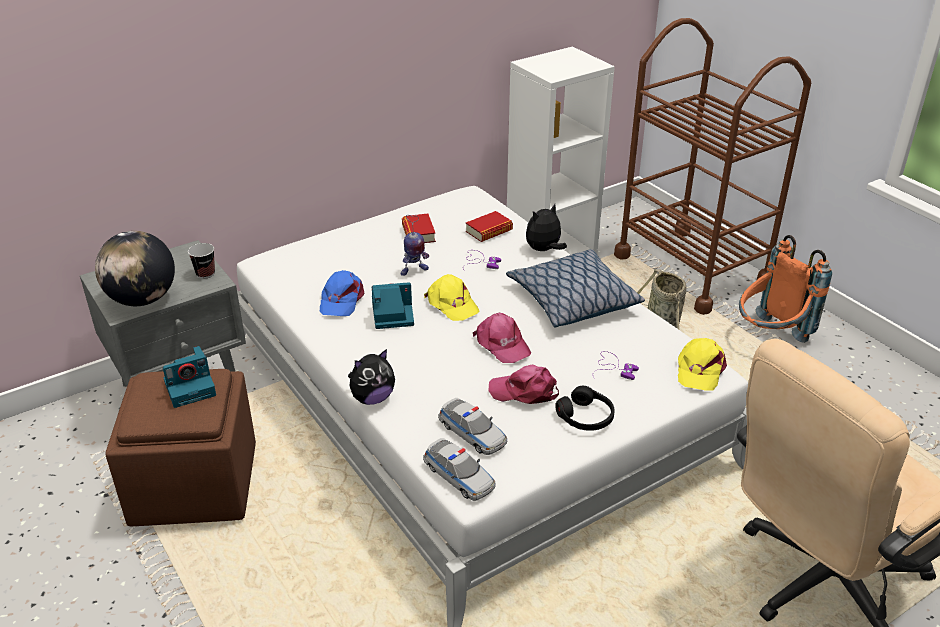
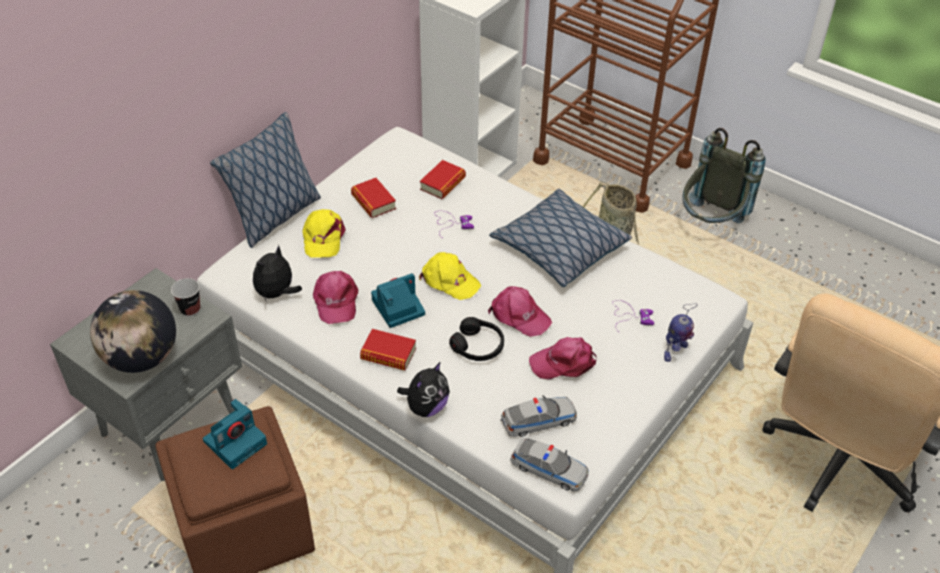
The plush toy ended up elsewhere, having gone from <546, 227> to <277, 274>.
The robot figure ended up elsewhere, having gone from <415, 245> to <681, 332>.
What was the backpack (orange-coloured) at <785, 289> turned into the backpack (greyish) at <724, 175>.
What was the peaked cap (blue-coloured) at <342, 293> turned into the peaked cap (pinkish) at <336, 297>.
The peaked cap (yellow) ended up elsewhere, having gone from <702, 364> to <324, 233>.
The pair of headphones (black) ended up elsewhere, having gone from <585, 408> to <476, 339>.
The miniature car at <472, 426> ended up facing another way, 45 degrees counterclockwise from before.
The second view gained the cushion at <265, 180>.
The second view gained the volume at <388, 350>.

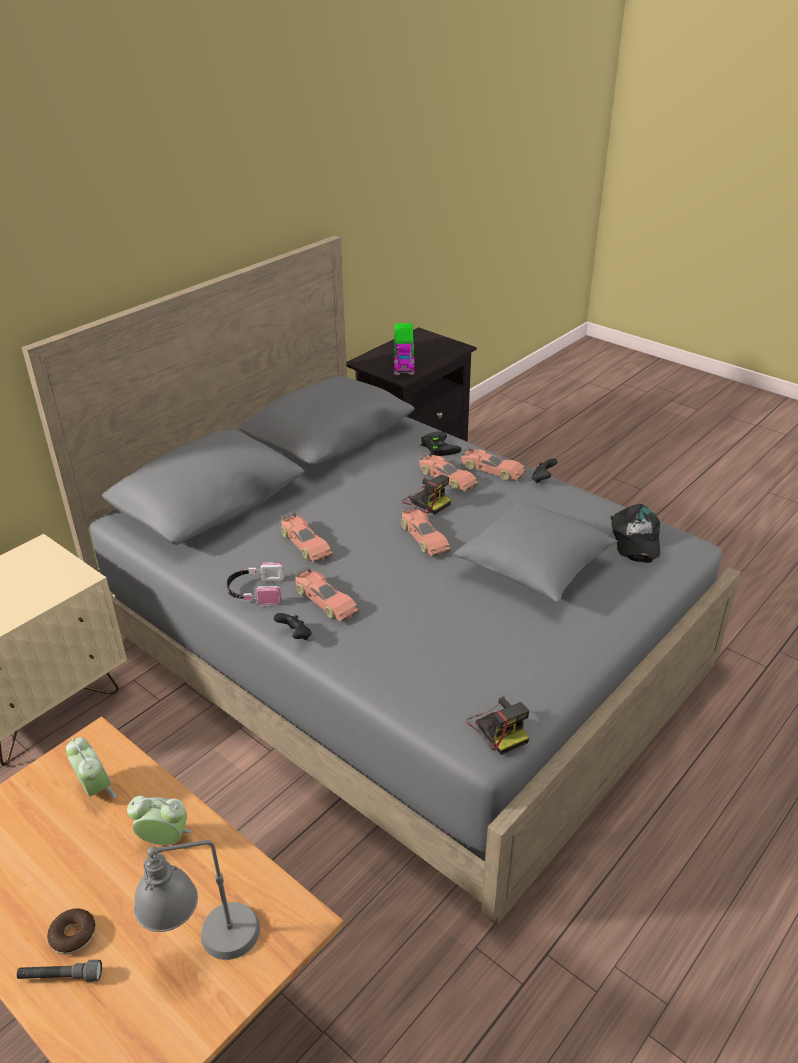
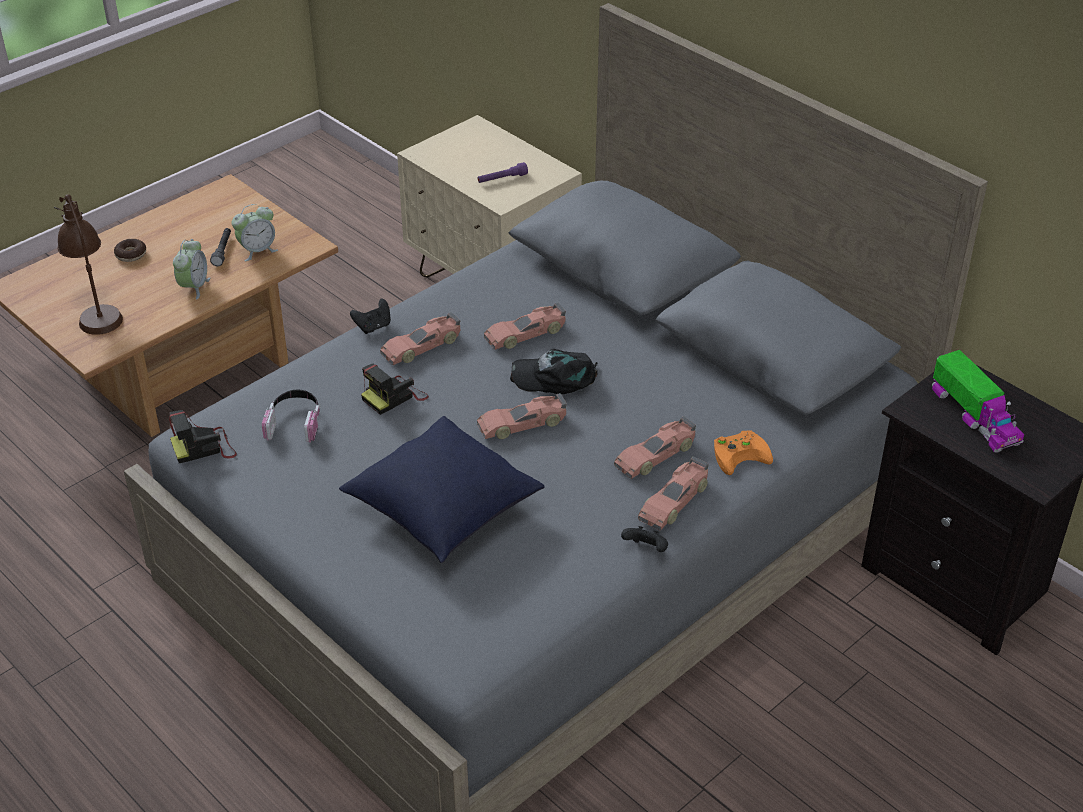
The model truck at <404, 349> ended up facing another way, 120 degrees counterclockwise from before.
What was the joypad (black) at <441, 443> turned into the joypad (orange-coloured) at <743, 452>.
The still camera ended up elsewhere, having gone from <426, 494> to <395, 389>.
What was the cushion (greyish) at <535, 551> turned into the cushion (blue-coloured) at <442, 489>.
The peaked cap (black) ended up elsewhere, having gone from <635, 533> to <554, 371>.
The pair of headphones ended up elsewhere, having gone from <256, 584> to <291, 416>.
What was the table lamp (greyish) at <197, 900> turned into the table lamp (brownish) at <88, 264>.
The hand torch (greyish) ended up elsewhere, having gone from <59, 971> to <220, 247>.
The second view gained the hand torch (purplish) at <503, 172>.

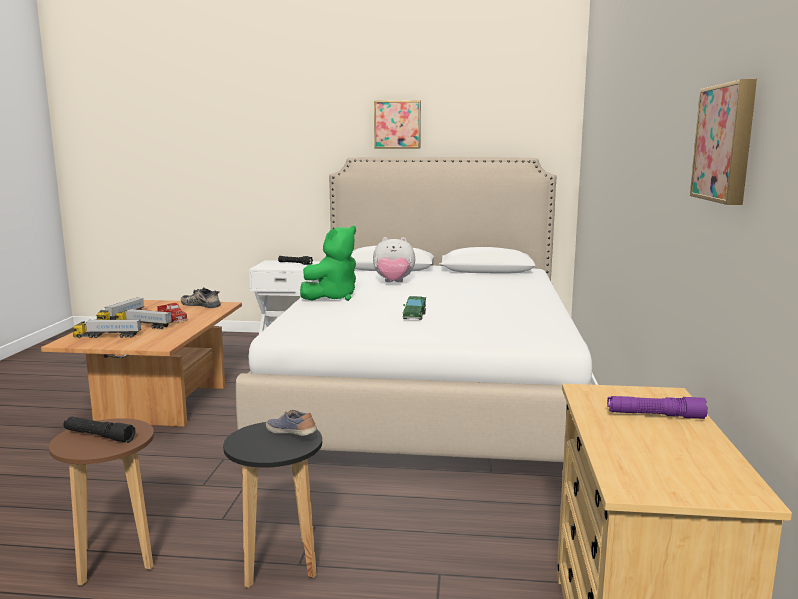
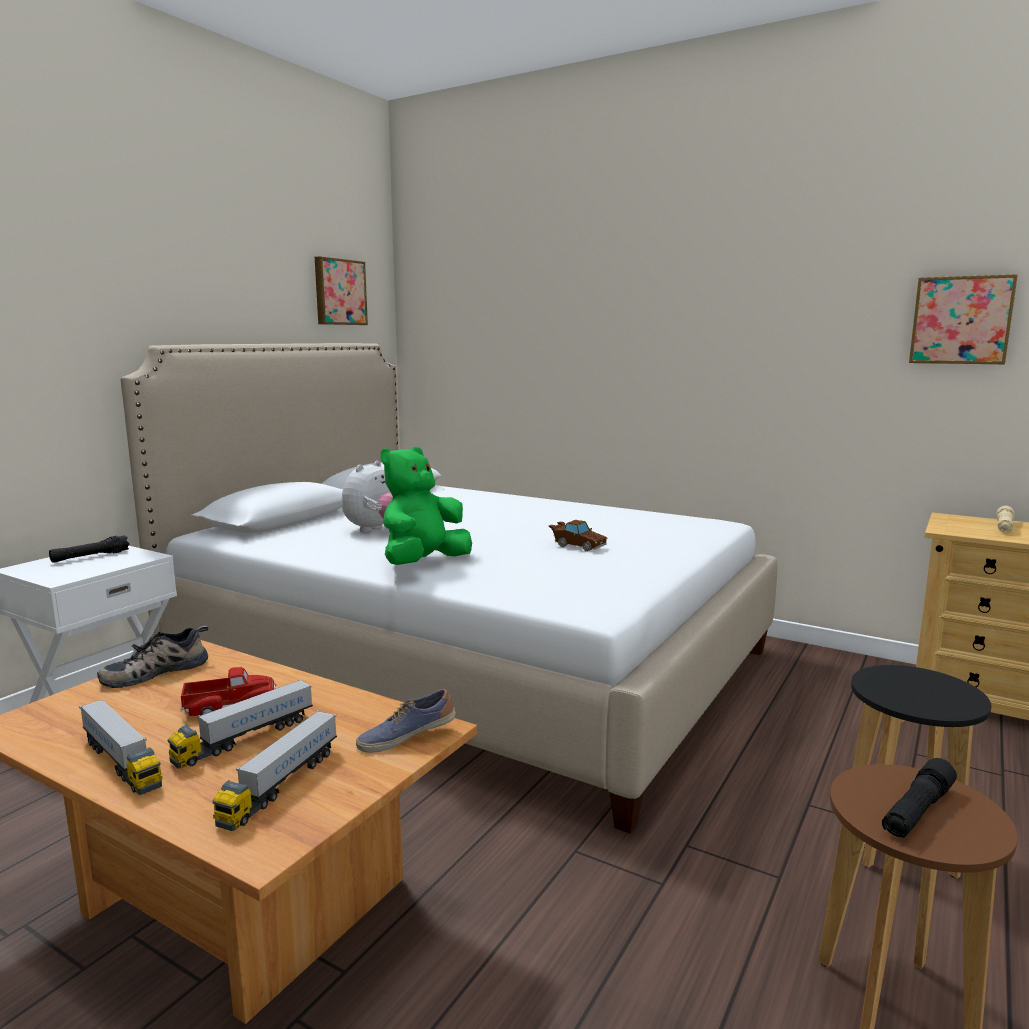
The picture ended up elsewhere, having gone from <397, 124> to <341, 290>.
The plush toy (green) at <328, 263> ended up facing another way, 120 degrees counterclockwise from before.
What was the miniature car (green) at <414, 308> turned into the miniature car (brownish) at <578, 536>.
What was the hand torch (purplish) at <657, 407> turned into the hand torch (beige) at <1005, 519>.
The item of footwear ended up elsewhere, having gone from <291, 423> to <406, 721>.

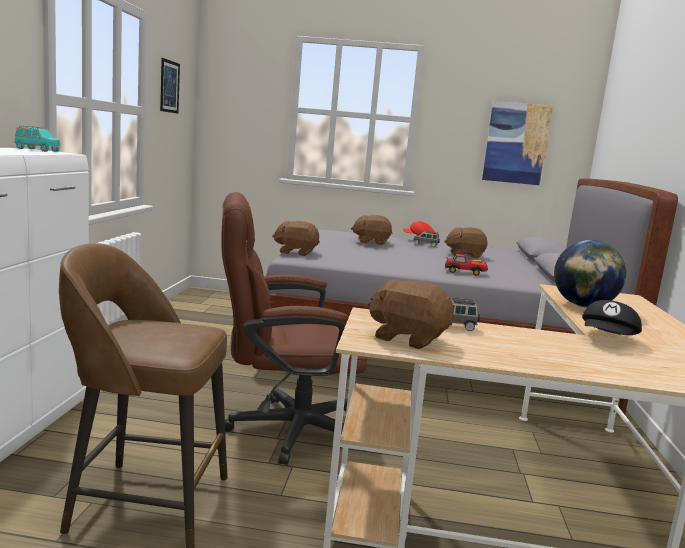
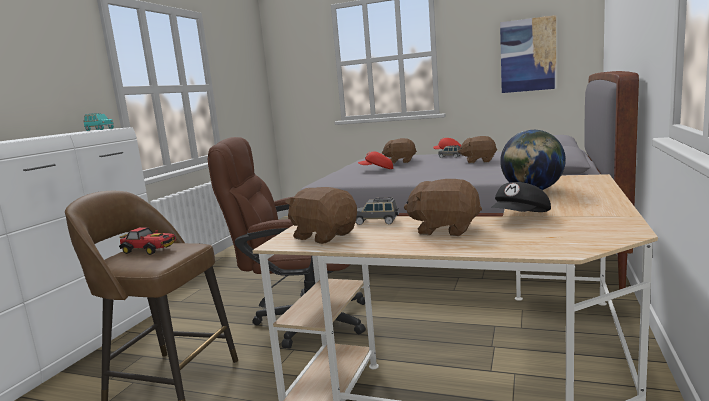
The second view lost the picture at <170, 86>.
The plush toy (brownish) ended up elsewhere, having gone from <296, 238> to <443, 207>.
The miniature car ended up elsewhere, having gone from <466, 265> to <147, 241>.
The second view gained the peaked cap (red-coloured) at <375, 160>.

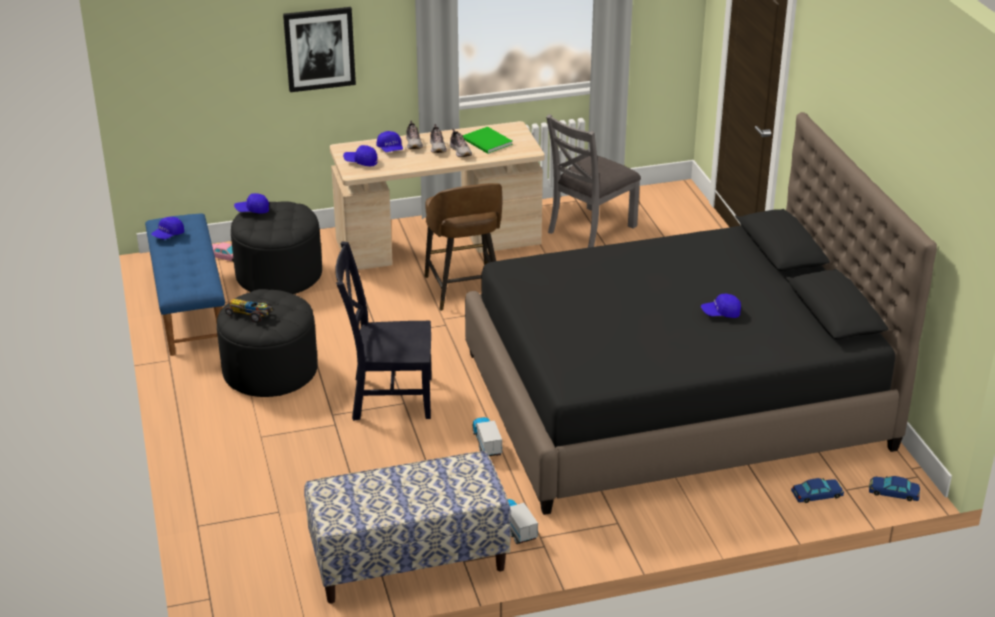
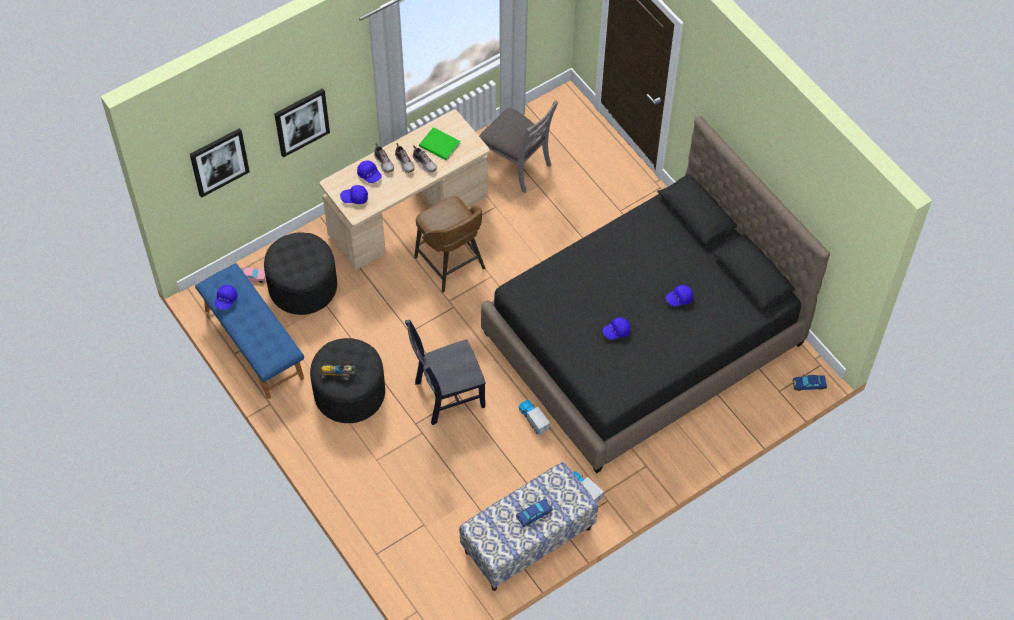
The chair (greyish) at <593, 181> ended up facing another way, 75 degrees counterclockwise from before.
The peaked cap (blue-coloured) ended up elsewhere, having gone from <251, 203> to <616, 328>.
The miniature car (blue-coloured) ended up elsewhere, having gone from <817, 490> to <534, 513>.
The second view gained the picture at <220, 163>.

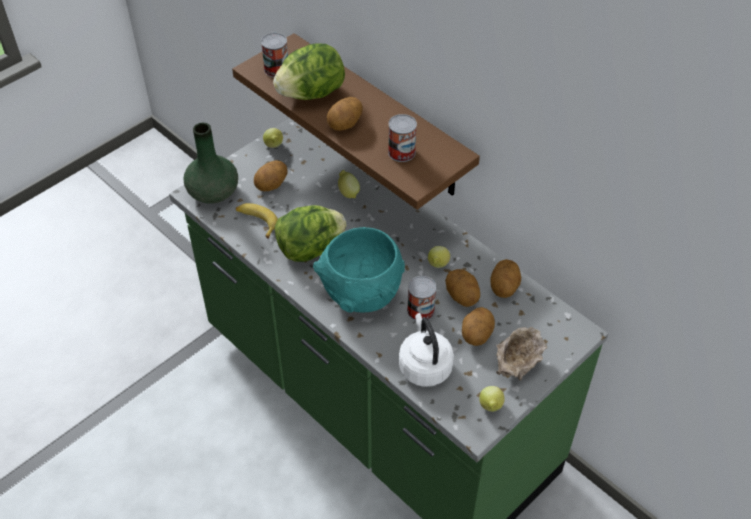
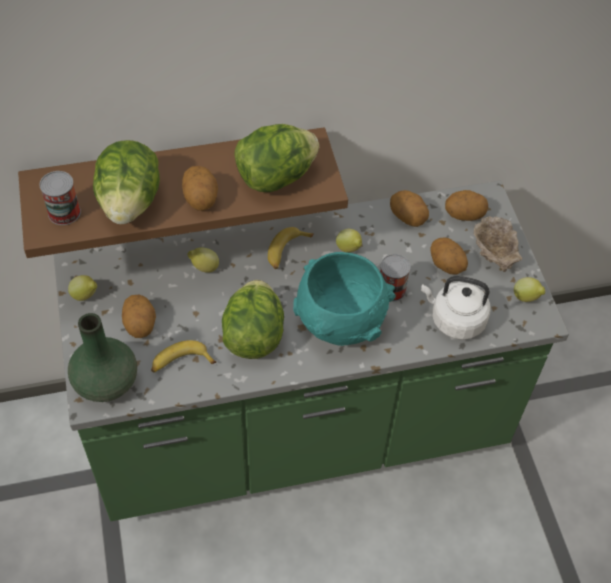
Where the metal can stood at <402, 138>, the head of lettuce came to stand at <276, 158>.
The whole potato ended up elsewhere, having gone from <462, 288> to <466, 205>.
The second view gained the banana fruit at <291, 248>.

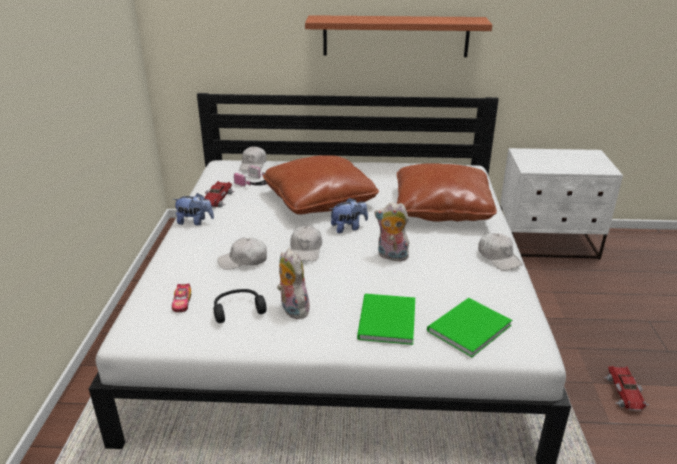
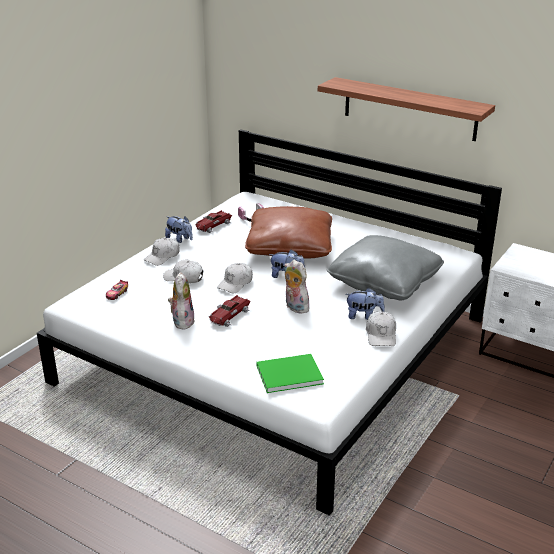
The peaked cap (white) ended up elsewhere, having gone from <253, 158> to <162, 252>.
What was the cushion (brownish) at <447, 192> turned into the cushion (greyish) at <385, 268>.
The second view lost the pair of headphones (black) at <240, 306>.
The second view lost the volume (green) at <386, 319>.
The miniature car ended up elsewhere, having gone from <626, 388> to <229, 311>.
The second view gained the plush toy at <365, 304>.

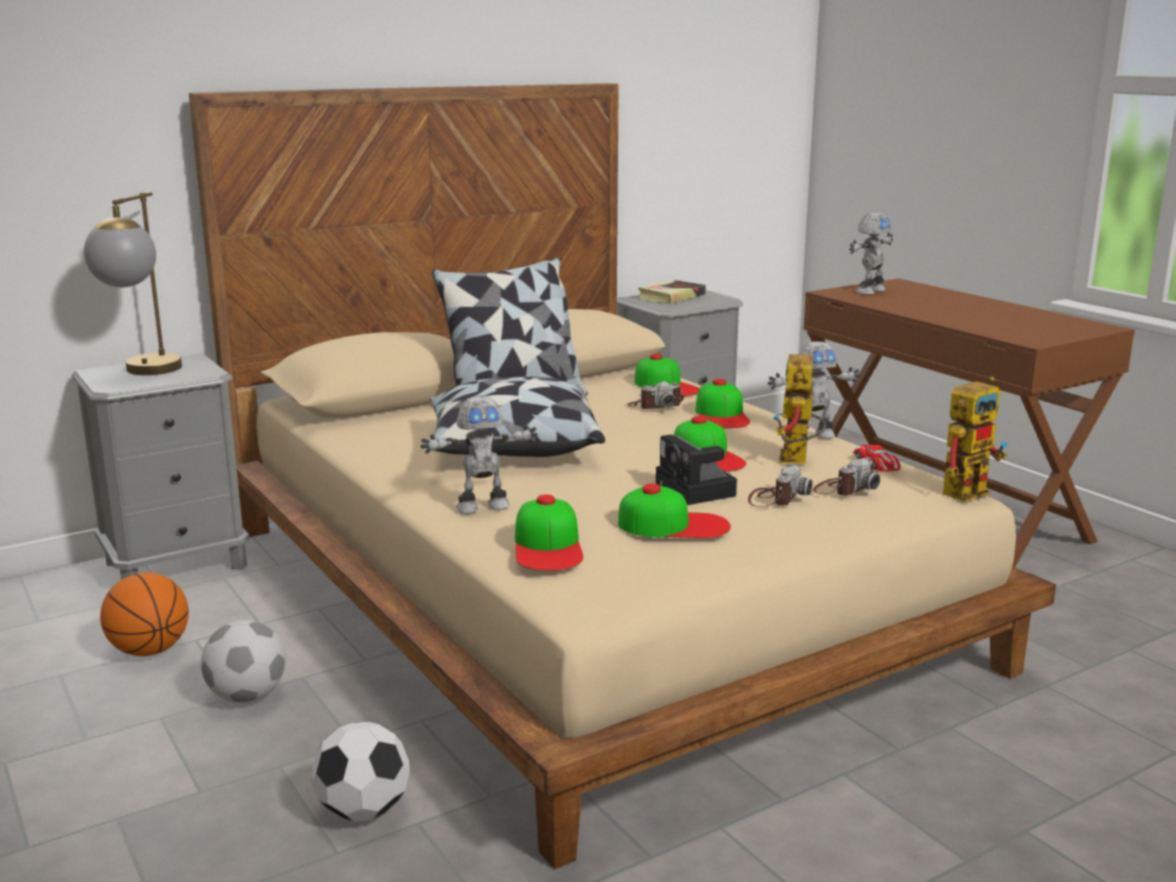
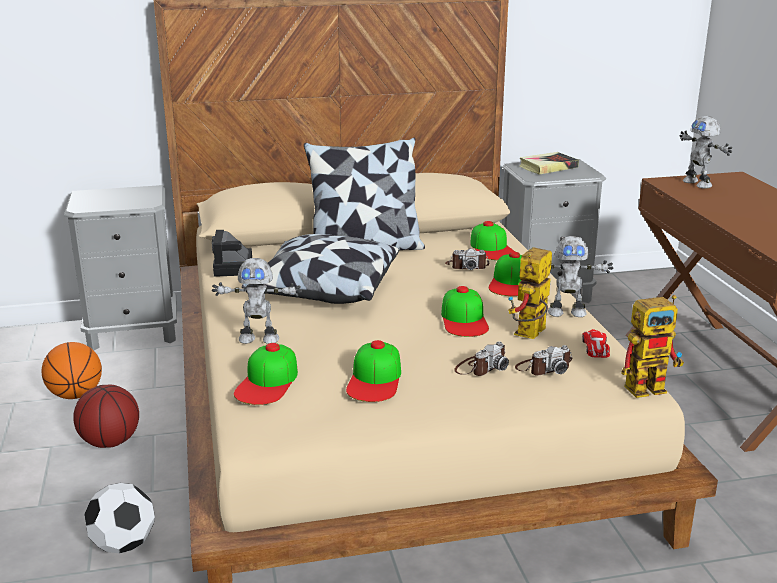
The second view lost the table lamp at <133, 283>.
The robot figure at <871, 253> ended up facing another way, 90 degrees clockwise from before.
The still camera ended up elsewhere, having gone from <696, 469> to <232, 253>.
The peaked cap at <674, 510> ended up facing another way, 75 degrees clockwise from before.
Where the ball for football stood at <243, 661>, the basketball ball came to stand at <106, 416>.

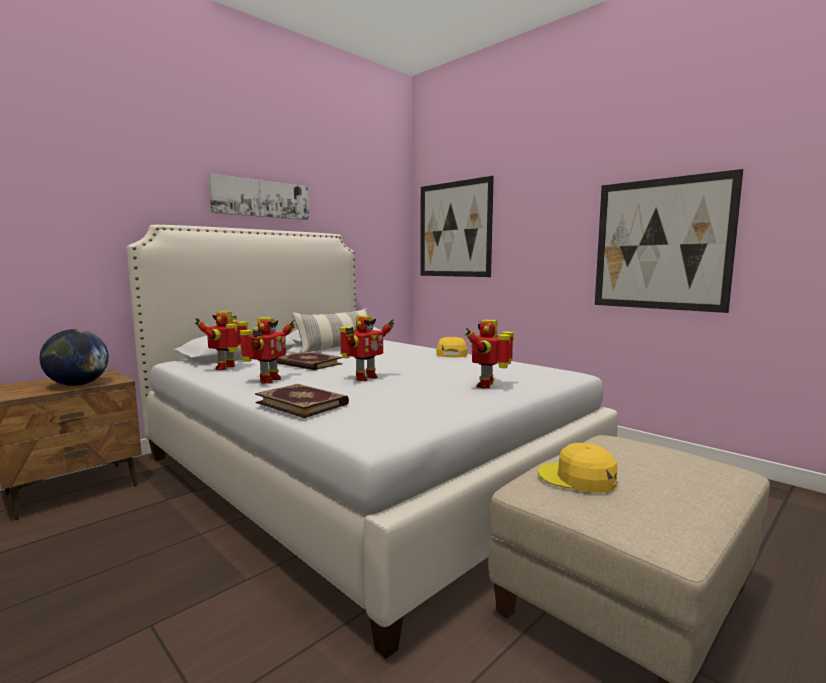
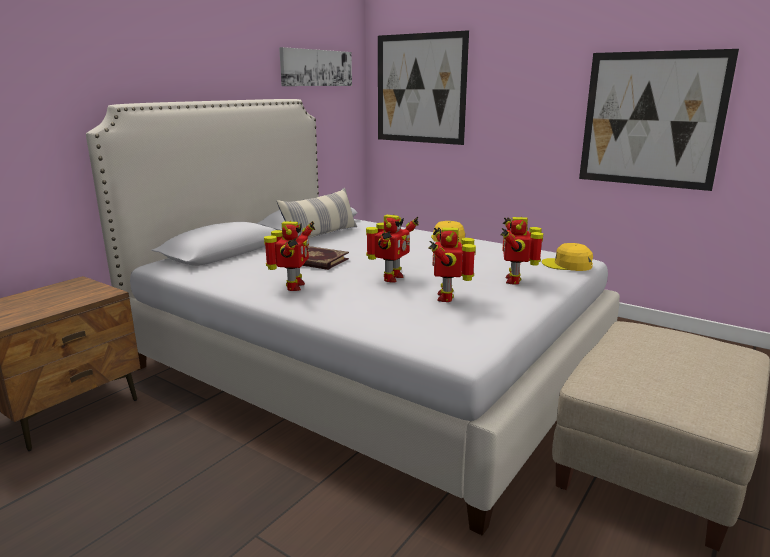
The picture ended up elsewhere, having gone from <258, 197> to <315, 66>.
The robot figure ended up elsewhere, having gone from <221, 341> to <452, 264>.
The second view lost the globe at <74, 357>.
The second view lost the volume at <302, 401>.
The peaked cap (yellow) ended up elsewhere, having gone from <578, 468> to <567, 257>.

